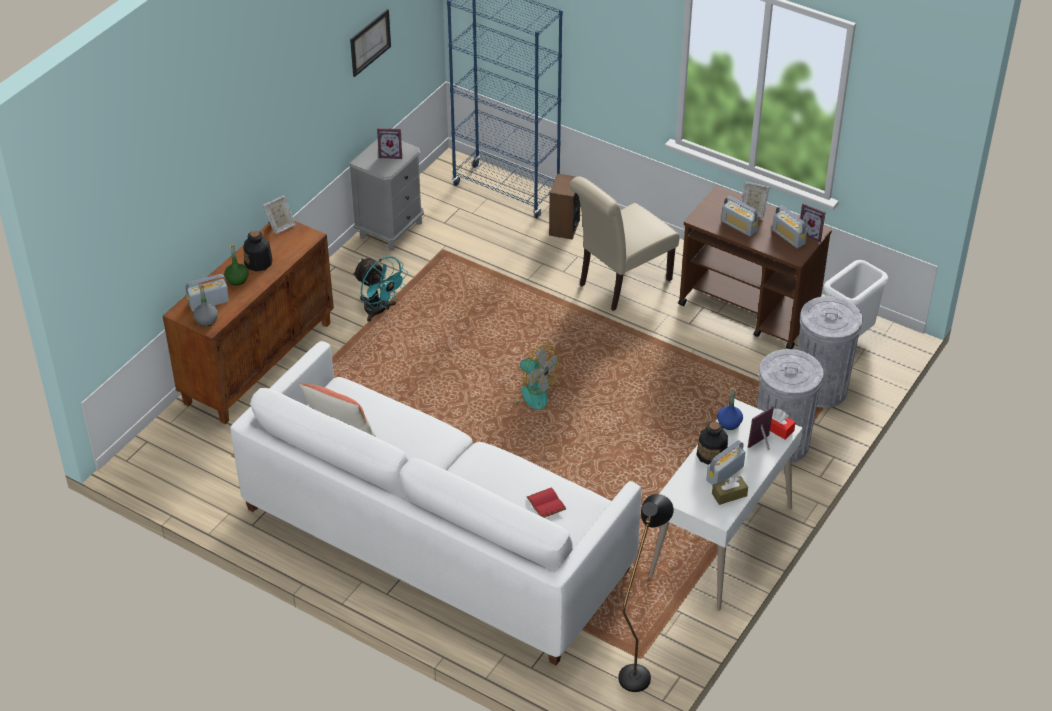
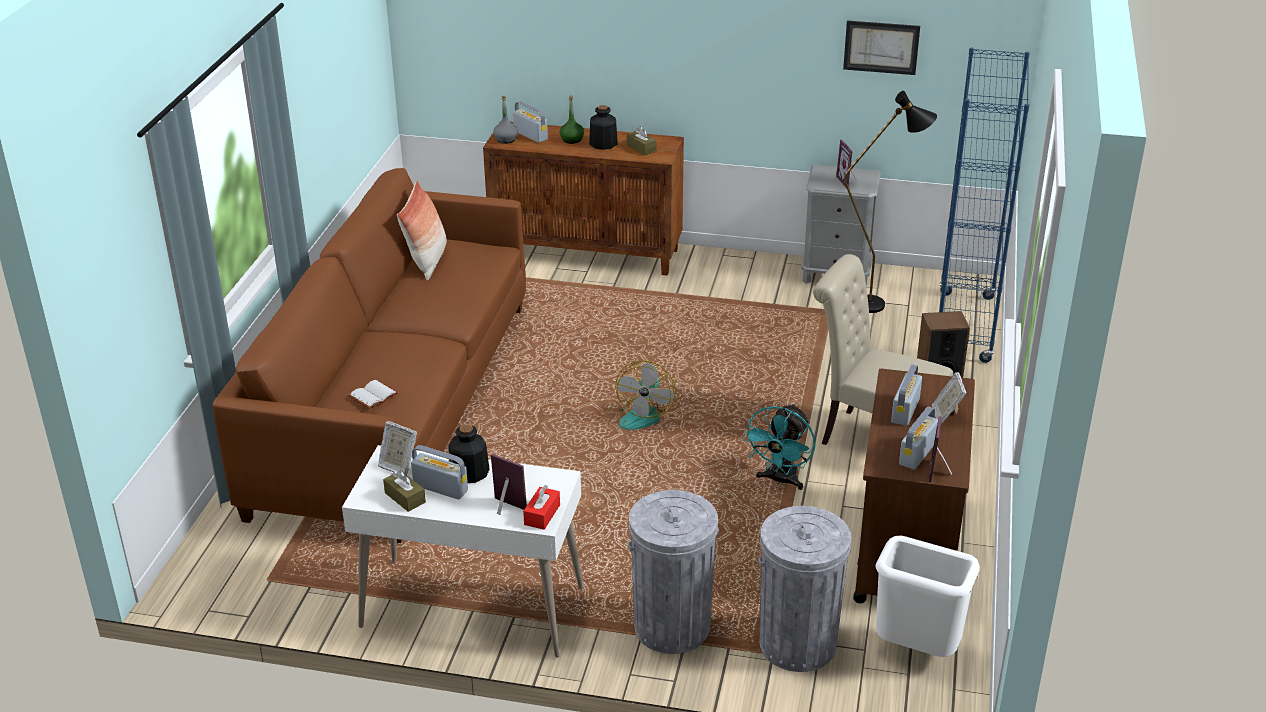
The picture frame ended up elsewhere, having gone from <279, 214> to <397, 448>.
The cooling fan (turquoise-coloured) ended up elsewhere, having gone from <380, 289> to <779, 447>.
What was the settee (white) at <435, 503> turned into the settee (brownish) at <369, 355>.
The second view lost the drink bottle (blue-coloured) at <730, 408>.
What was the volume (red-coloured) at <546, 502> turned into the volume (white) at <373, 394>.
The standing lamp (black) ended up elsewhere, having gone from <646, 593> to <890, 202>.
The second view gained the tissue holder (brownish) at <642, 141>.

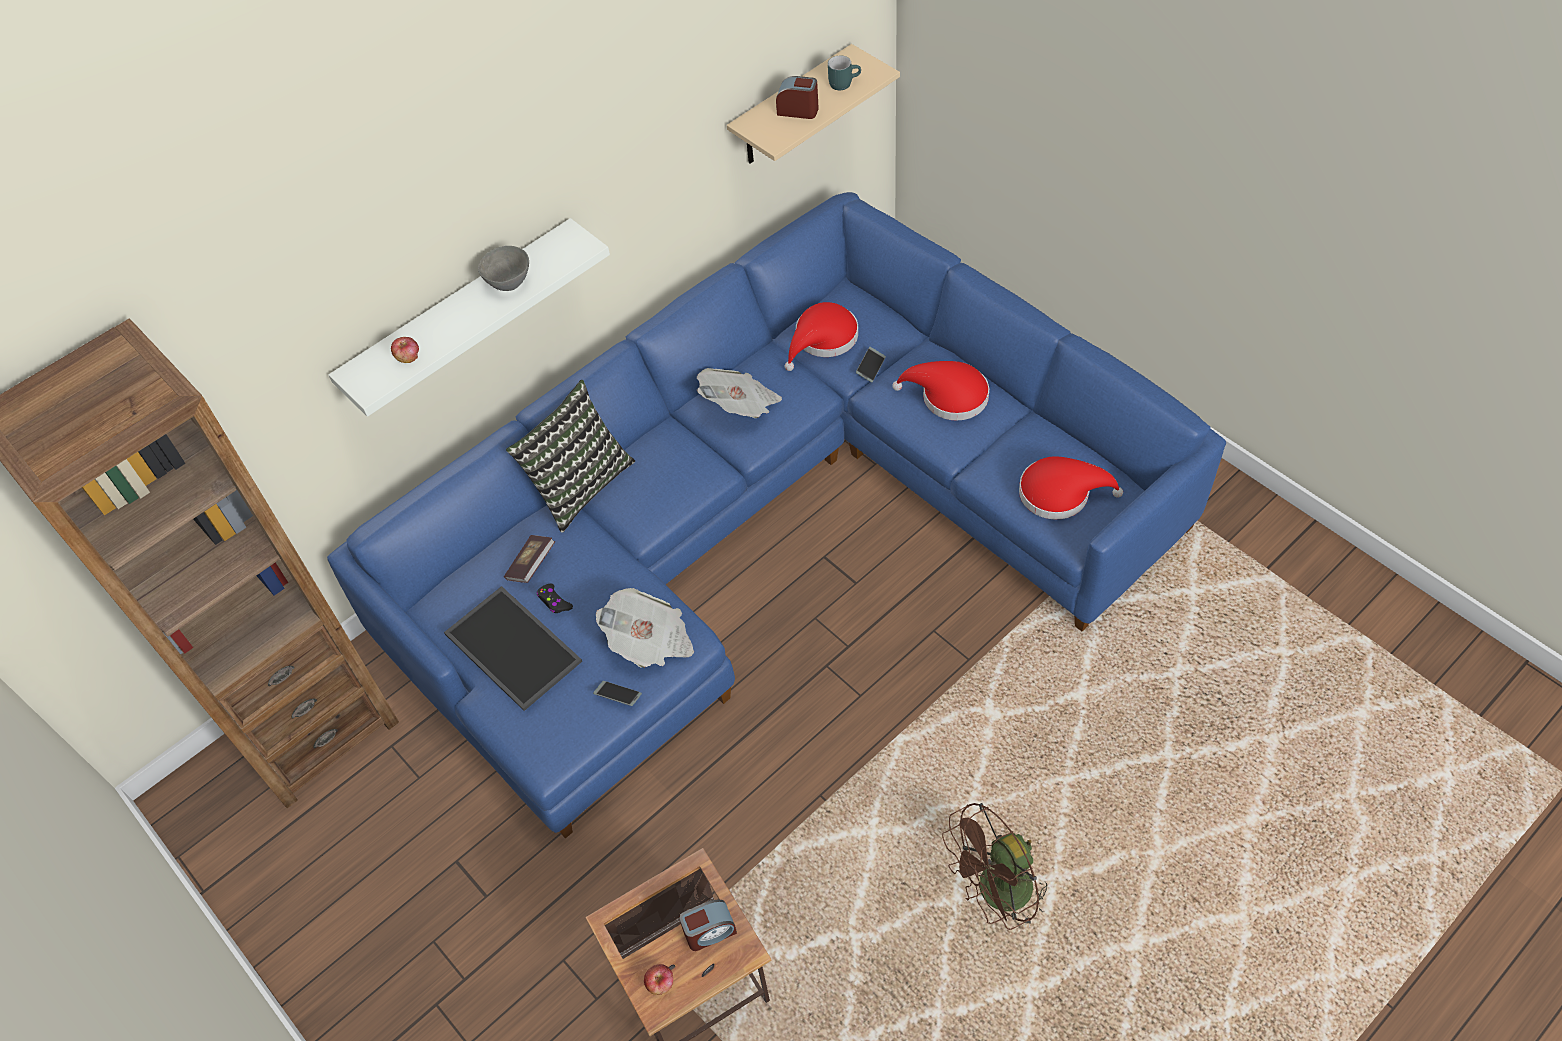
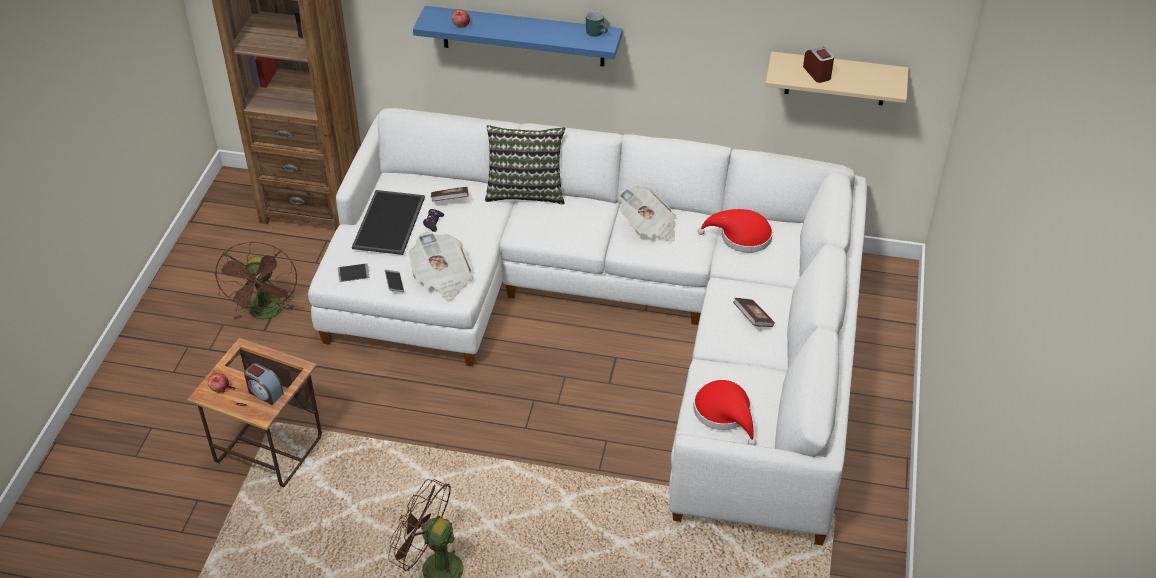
The tea mug (turquoise-coloured) ended up elsewhere, having gone from <844, 73> to <597, 24>.
What was the settee (blue-coloured) at <776, 515> turned into the settee (white) at <587, 327>.
What was the wall shelf (white) at <469, 317> turned into the wall shelf (blue-coloured) at <518, 36>.
The second view lost the serving bowl (greyish) at <503, 268>.
The handset ended up elsewhere, having gone from <871, 365> to <354, 272>.
Where the wearable hat (red-coloured) stood at <940, 390>, the volume came to stand at <754, 312>.
The second view gained the cooling fan (brownish) at <255, 280>.

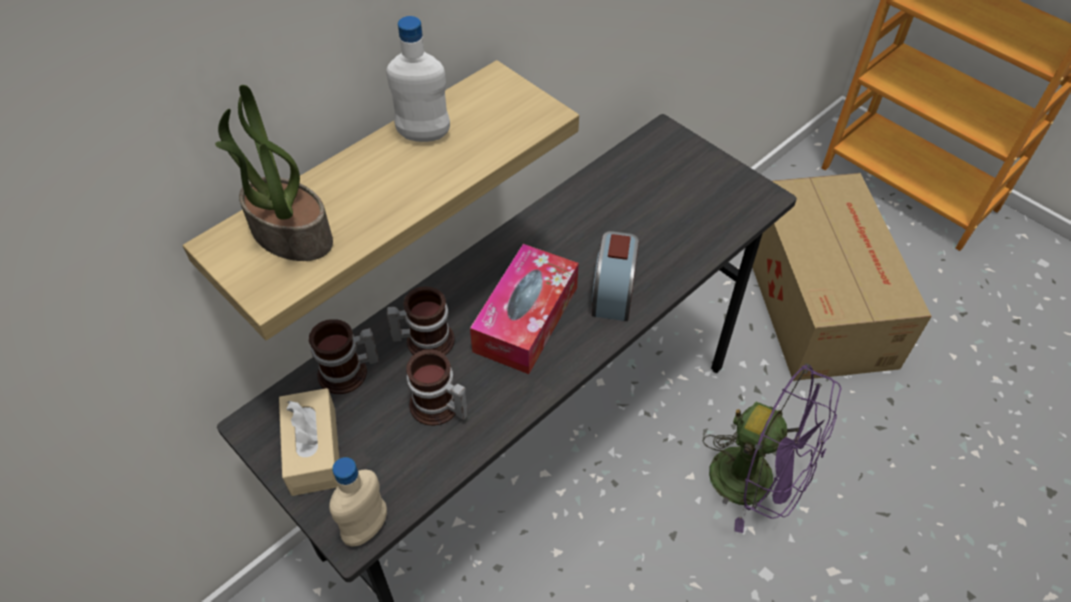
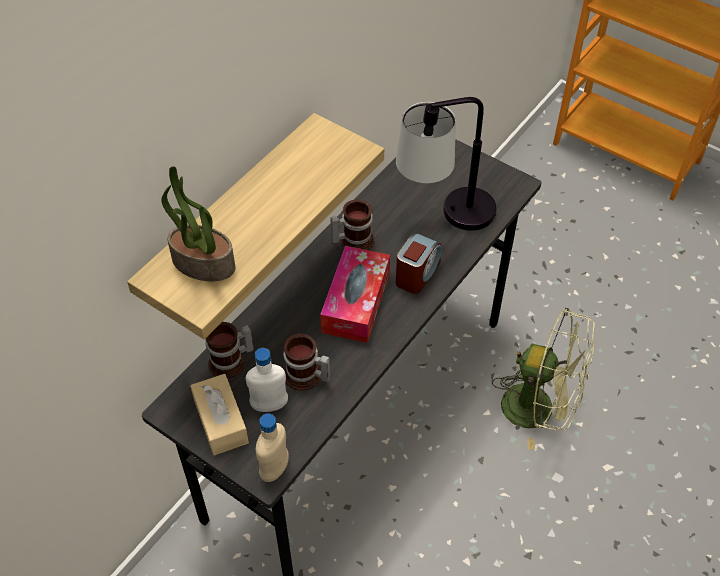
The drink bottle (white) ended up elsewhere, having gone from <418, 79> to <267, 380>.
The second view lost the cardboard box at <842, 277>.
The alarm clock at <615, 276> ended up facing another way, 150 degrees counterclockwise from before.
The tea mug ended up elsewhere, having gone from <421, 320> to <352, 225>.
What was the cooling fan (purplish) at <772, 448> turned into the cooling fan (green) at <543, 379>.
The second view gained the table lamp at <446, 164>.

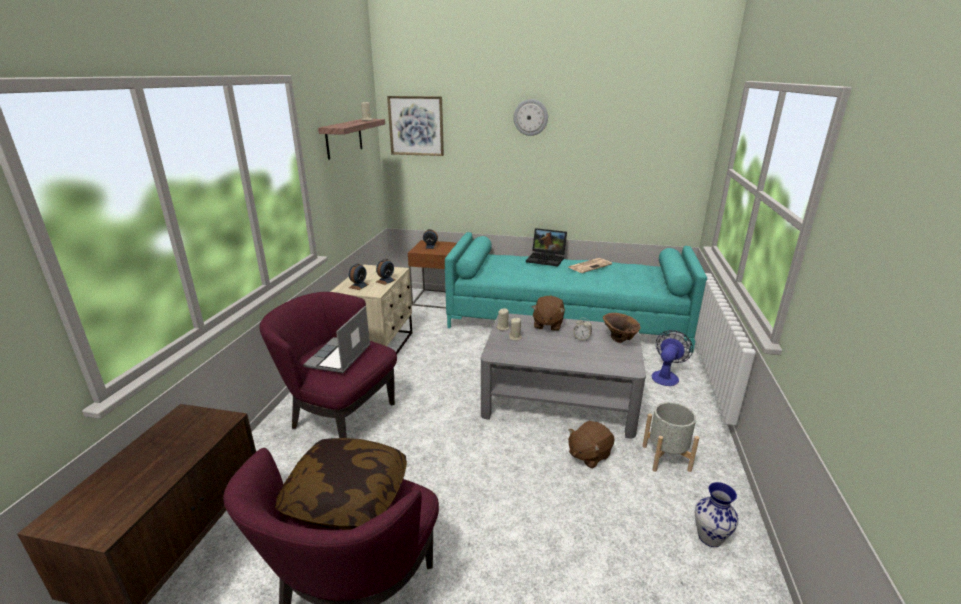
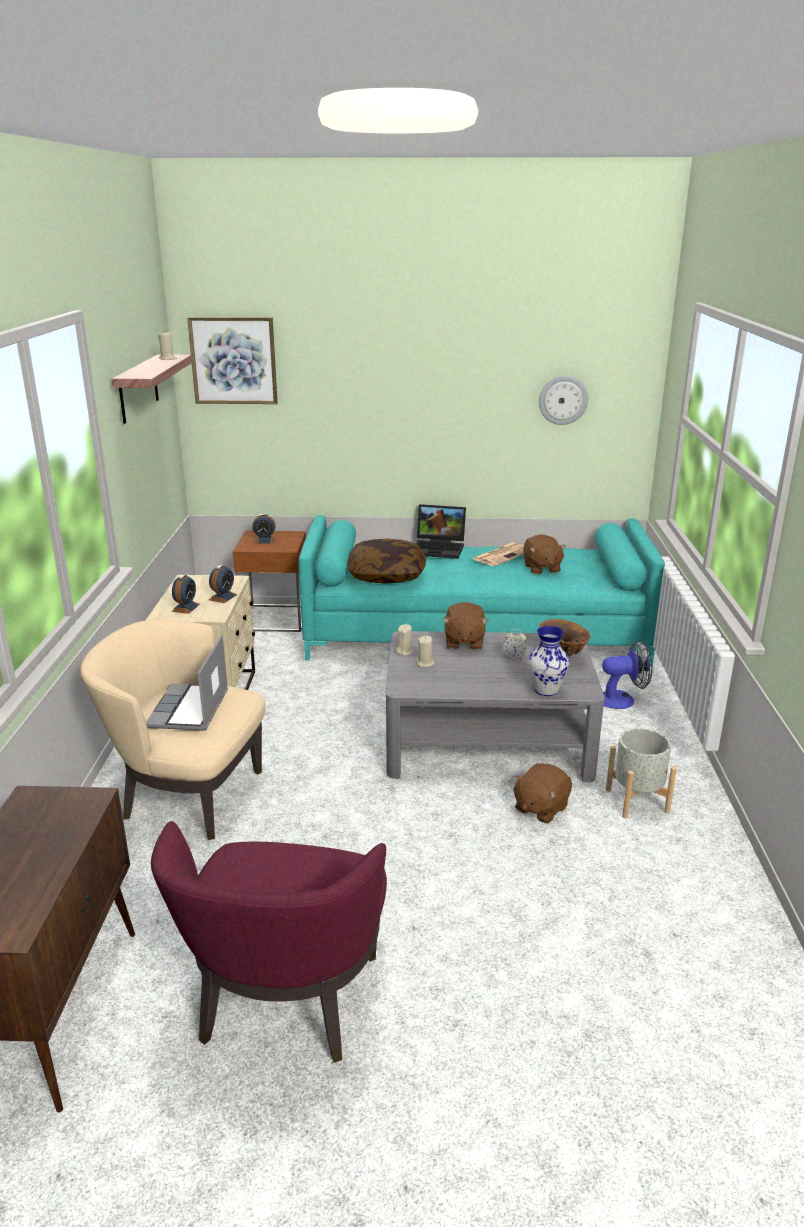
The clock on the wall ended up elsewhere, having gone from <531, 117> to <563, 400>.
What was the lounge chair (purplish) at <328, 365> turned into the lounge chair (beige) at <173, 729>.
The cooling fan at <672, 358> ended up facing another way, 60 degrees clockwise from before.
The cushion ended up elsewhere, having gone from <341, 484> to <386, 561>.
The decorative vase ended up elsewhere, having gone from <716, 514> to <548, 661>.
The second view gained the plush toy (brownish) at <544, 554>.

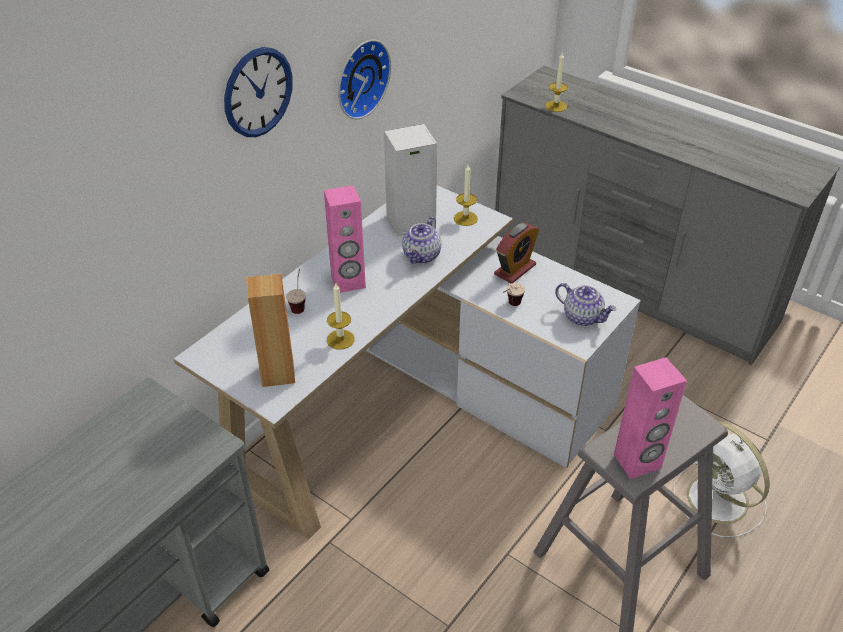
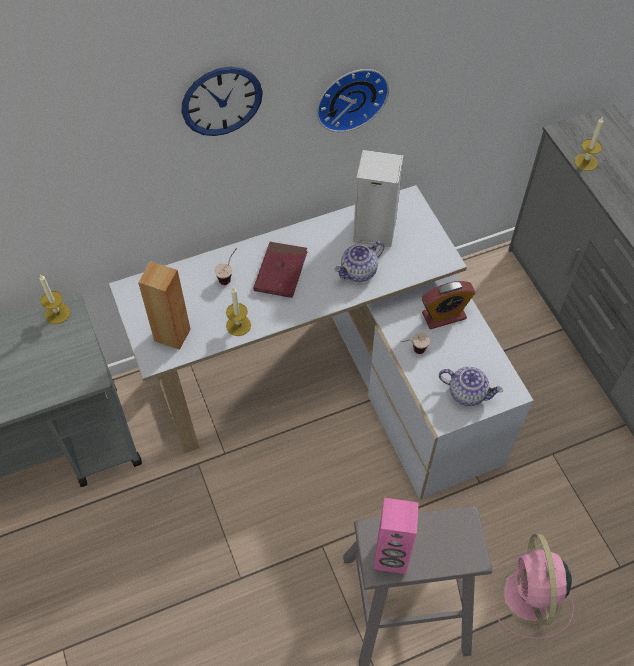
The wax light ended up elsewhere, having gone from <466, 195> to <54, 299>.
Where the speaker (pinkish) stood at <345, 239>, the volume (red-coloured) came to stand at <280, 270>.
The tea pot at <586, 304> ended up facing another way, 45 degrees counterclockwise from before.
What was the cooling fan (white) at <722, 479> turned into the cooling fan (pinkish) at <532, 586>.

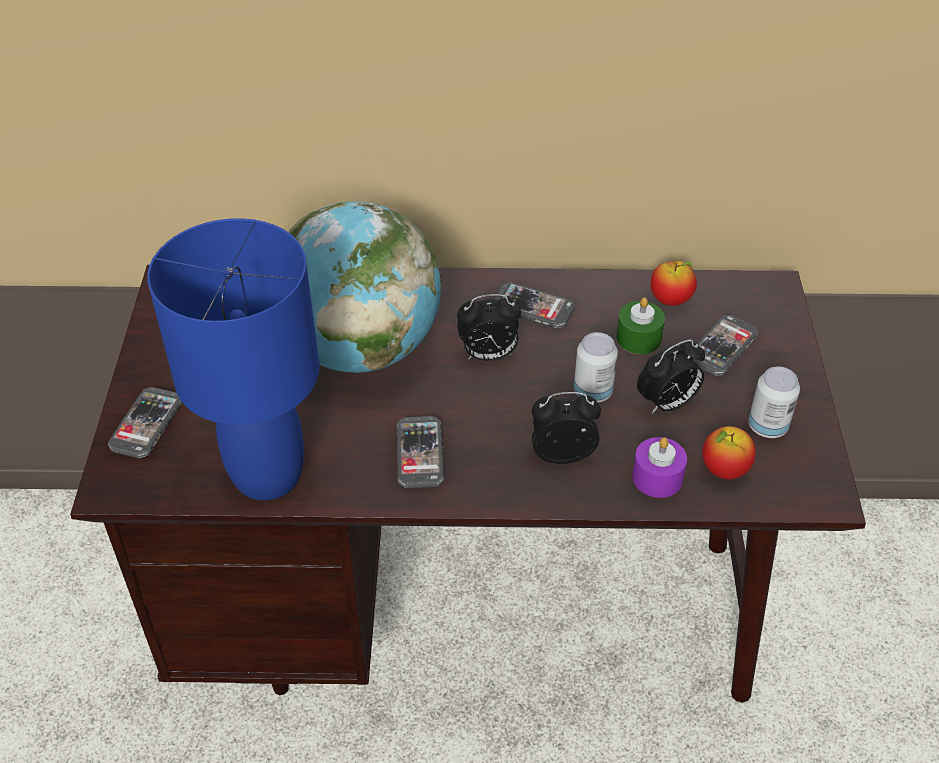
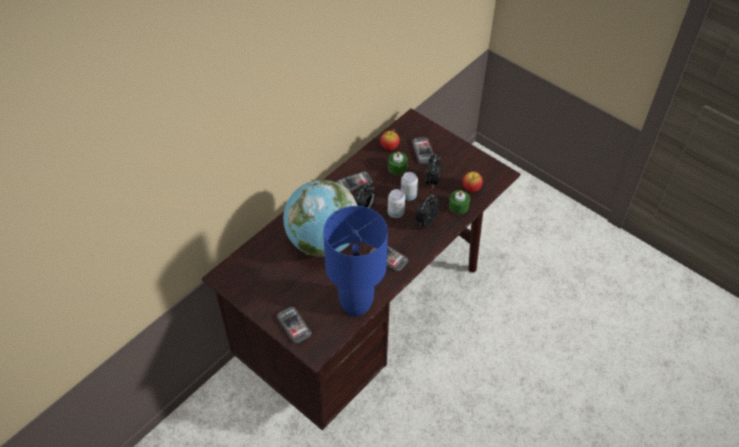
The metal can ended up elsewhere, having gone from <774, 402> to <396, 203>.
What was the wax light (purplish) at <659, 467> turned into the wax light (green) at <459, 202>.

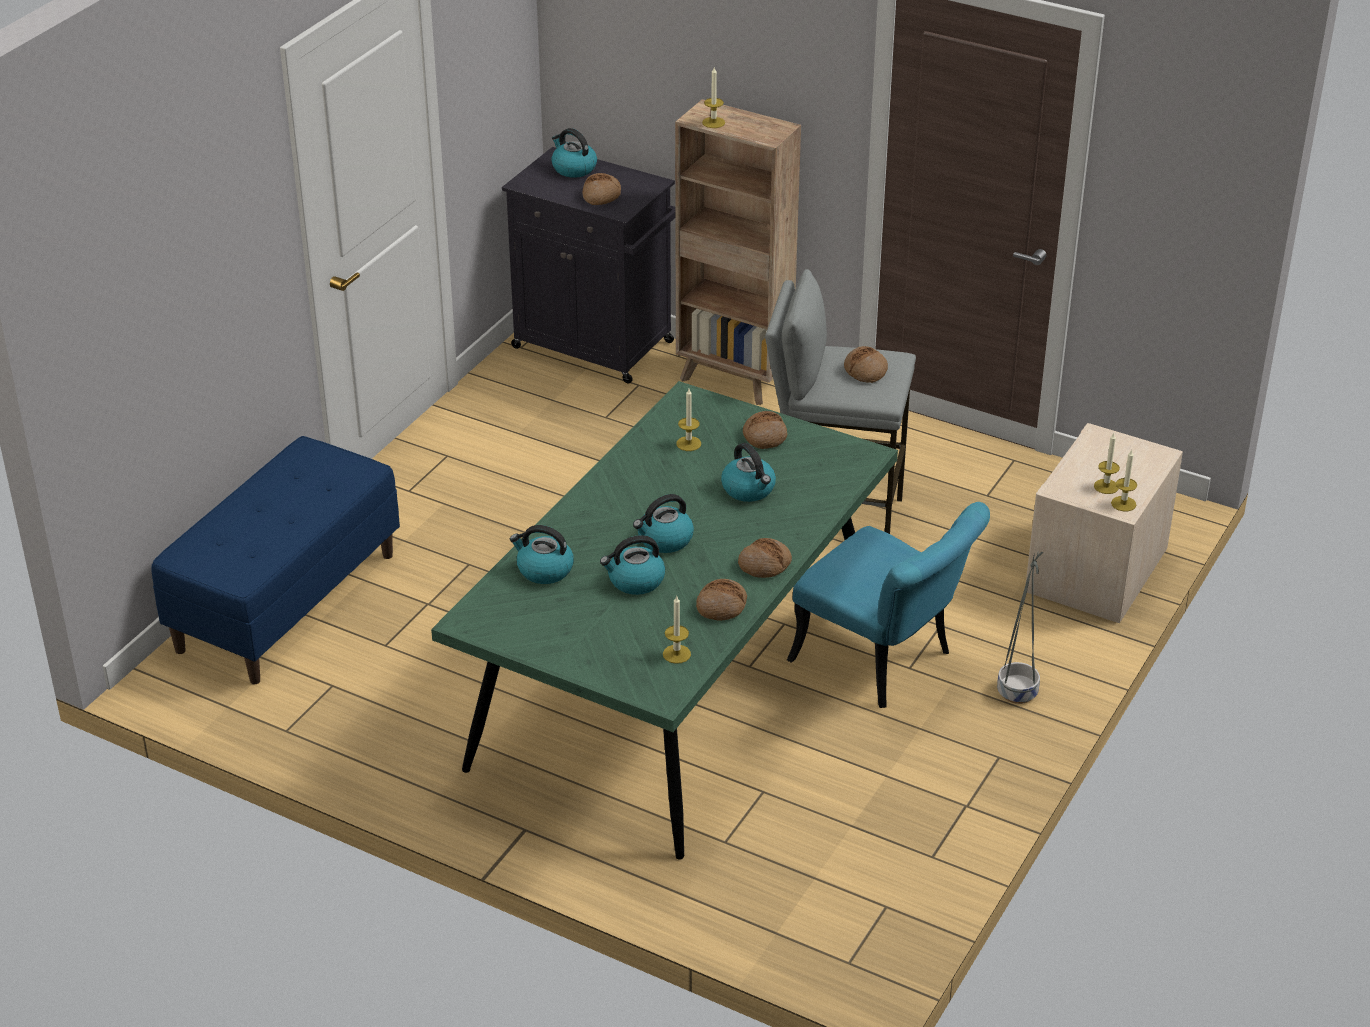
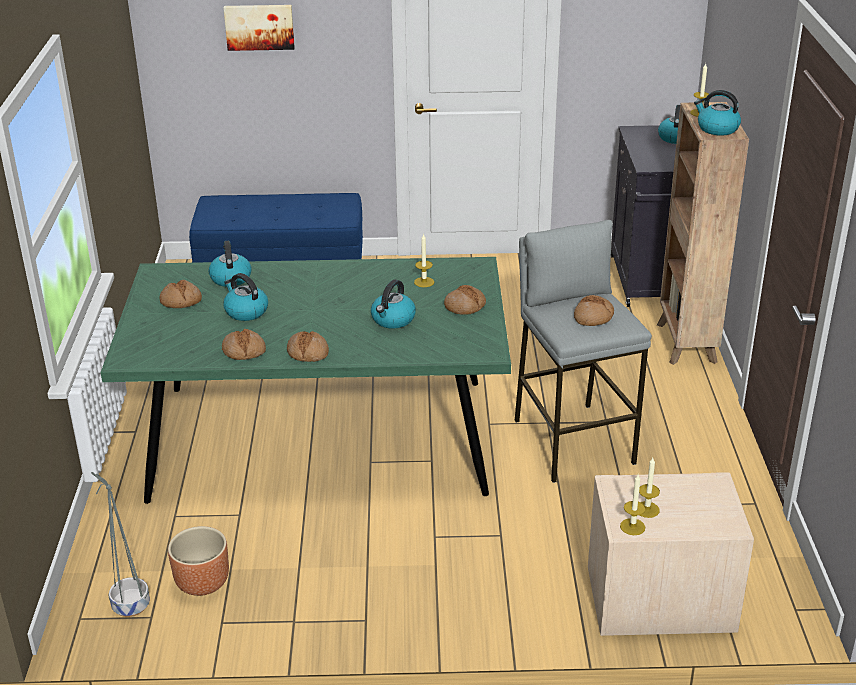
The baked bread ended up elsewhere, having gone from <601, 189> to <181, 294>.
The kettle ended up elsewhere, having gone from <663, 523> to <717, 113>.
The second view lost the chair (turquoise-coloured) at <888, 605>.
The flower pot (greyish) ended up elsewhere, having gone from <1020, 627> to <120, 544>.
The second view lost the wax light at <677, 630>.
The second view gained the picture at <259, 28>.
The second view gained the flower pot (brownish) at <198, 561>.

